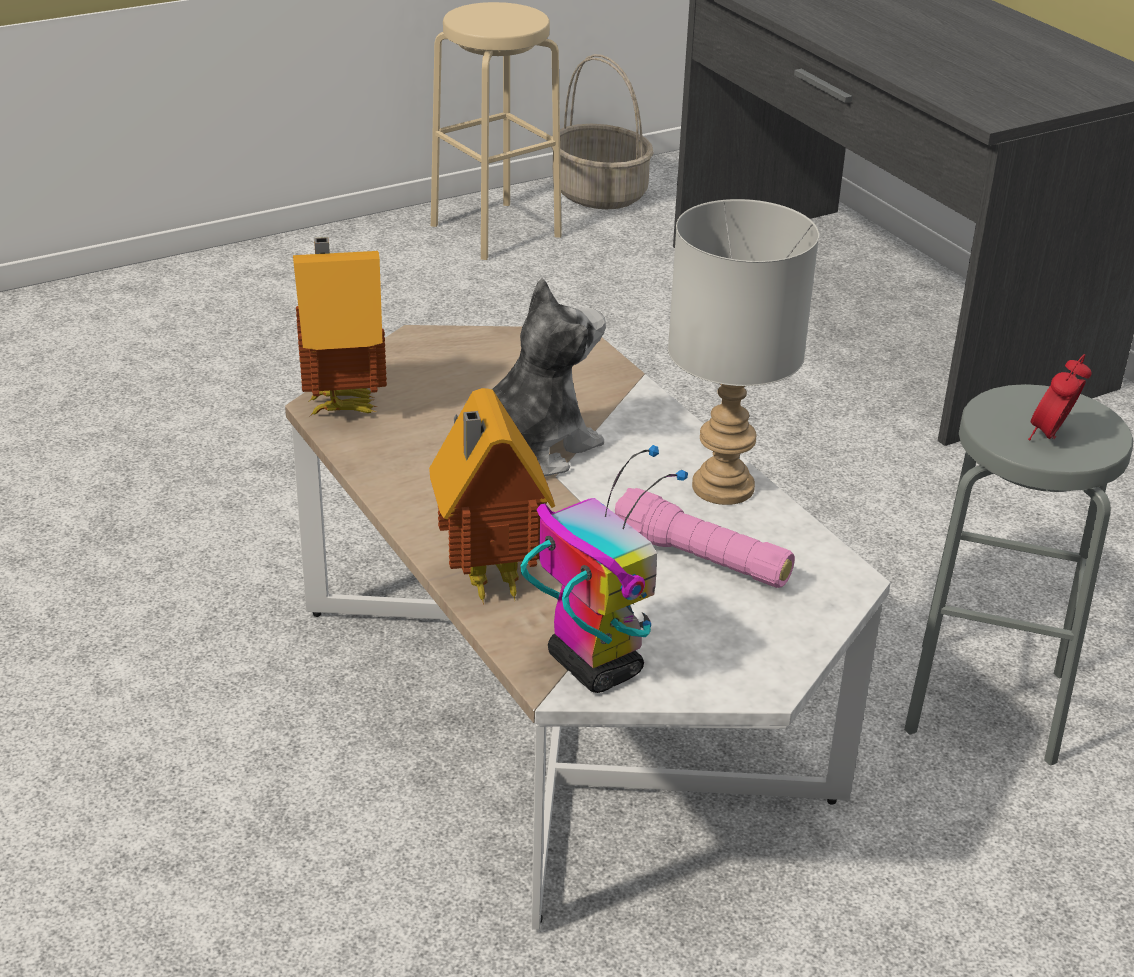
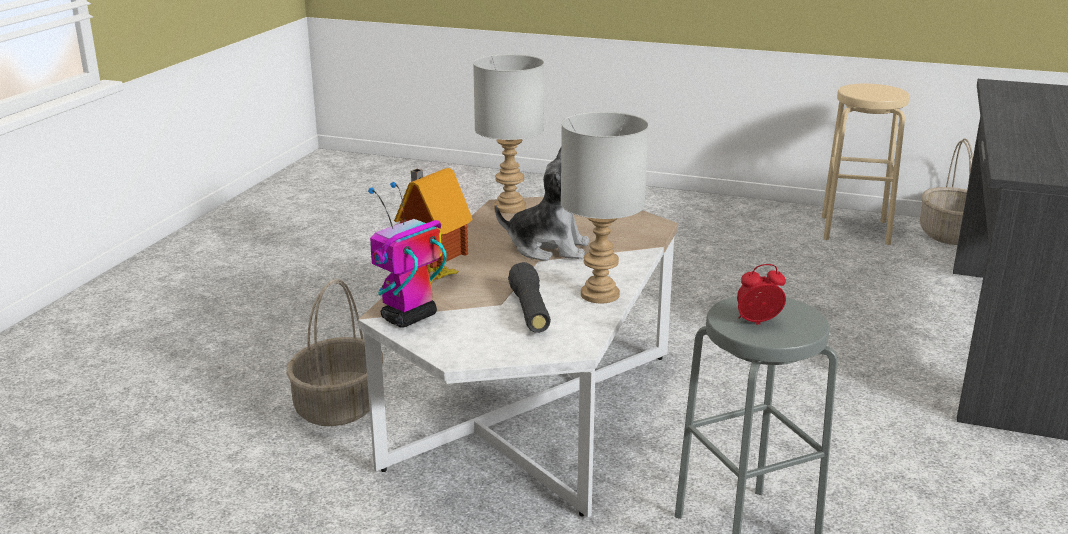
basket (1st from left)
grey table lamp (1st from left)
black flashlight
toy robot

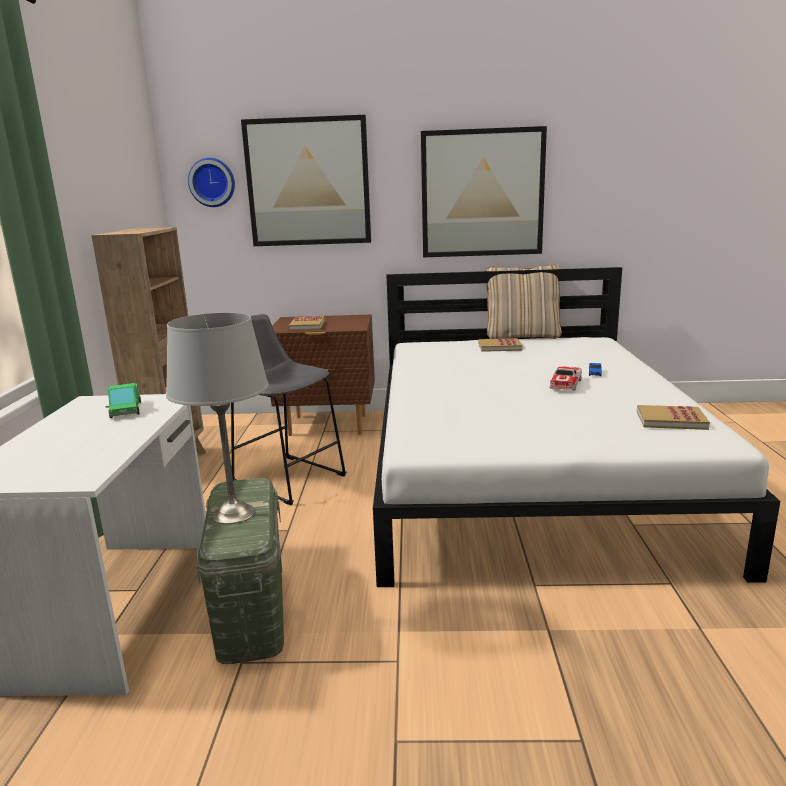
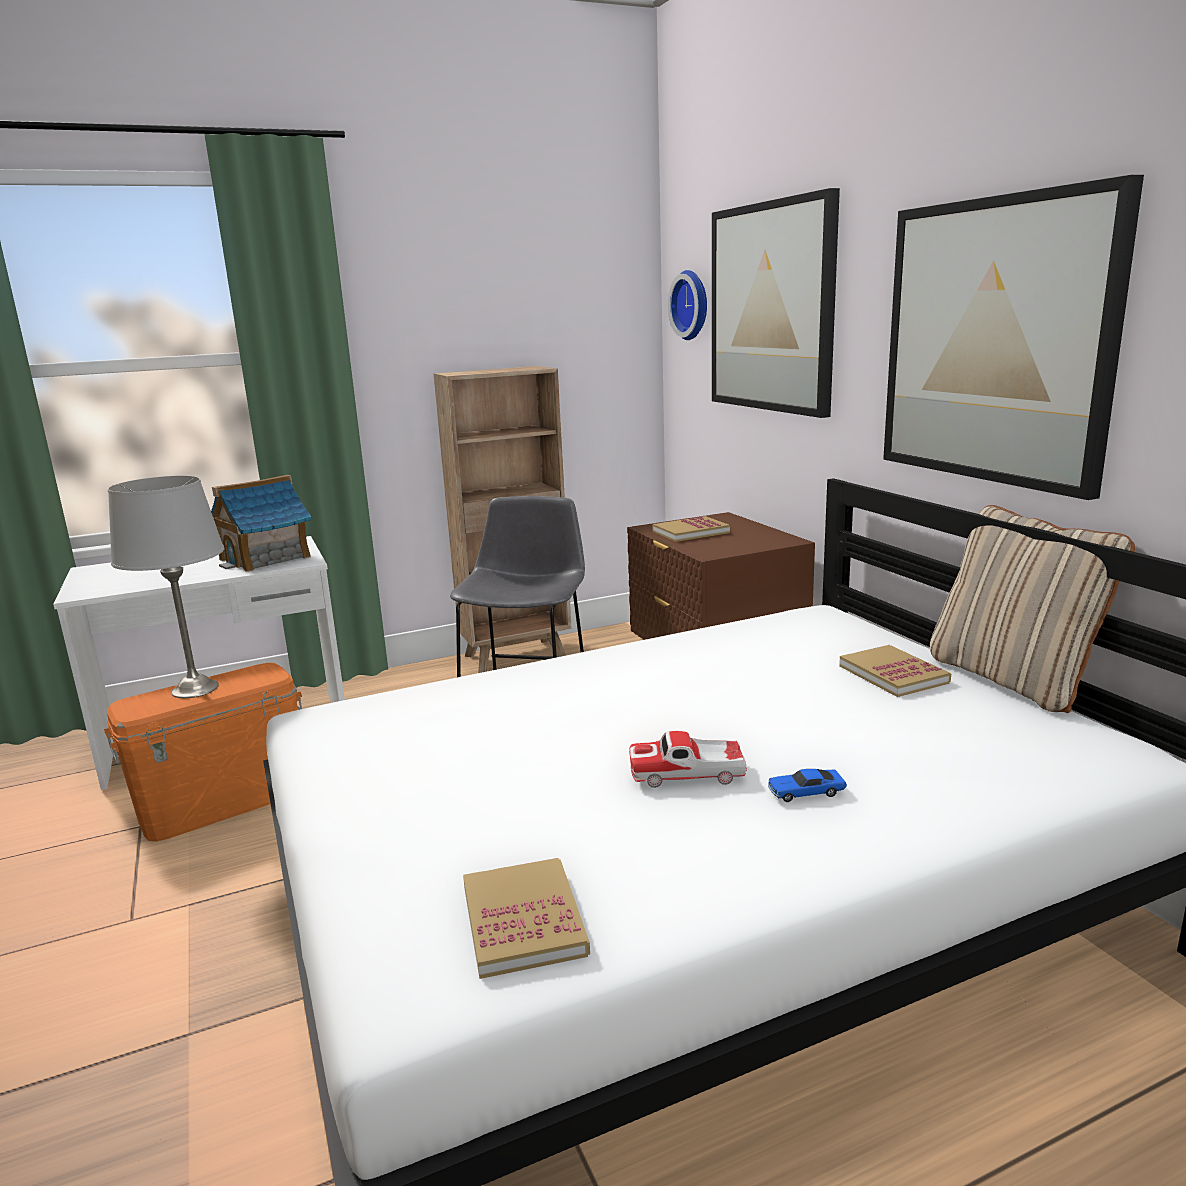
toy house
orange storage box

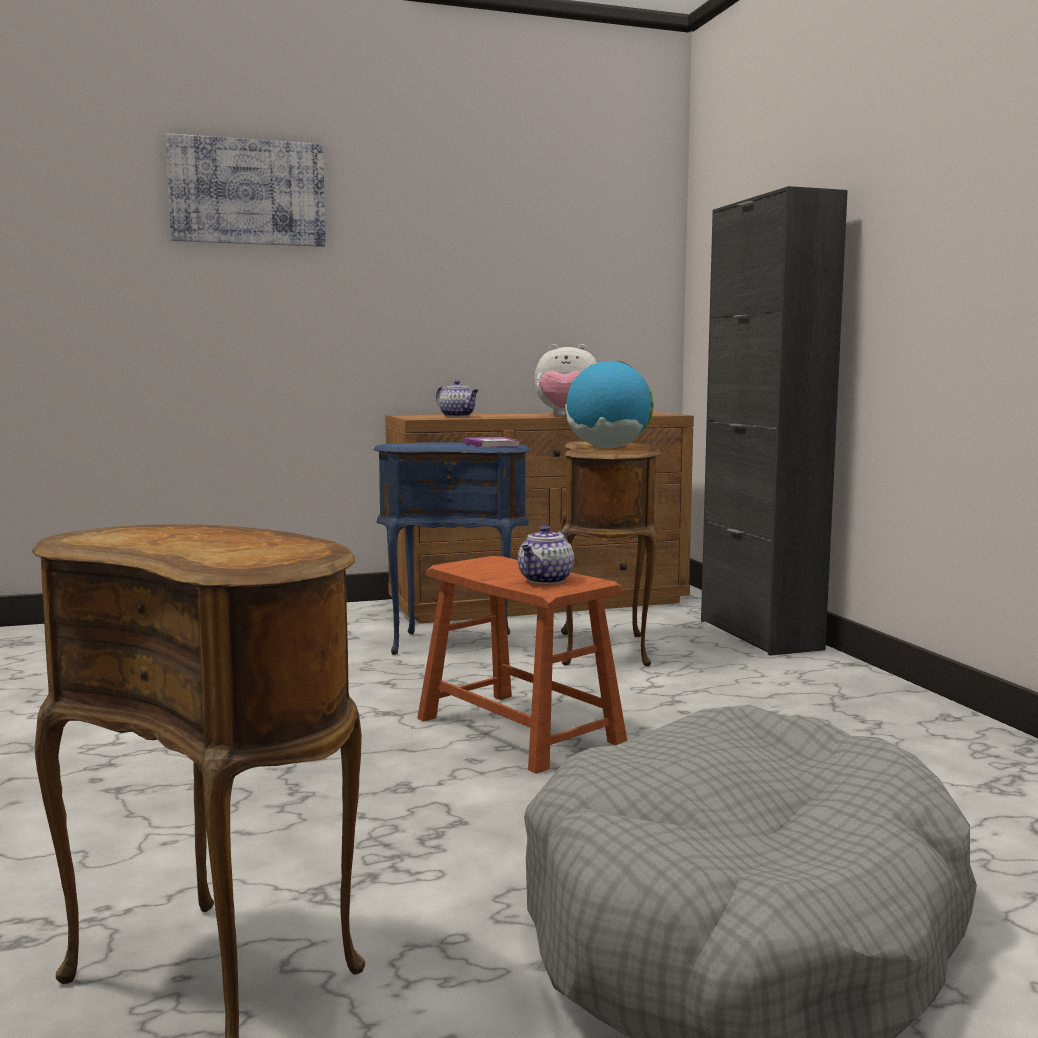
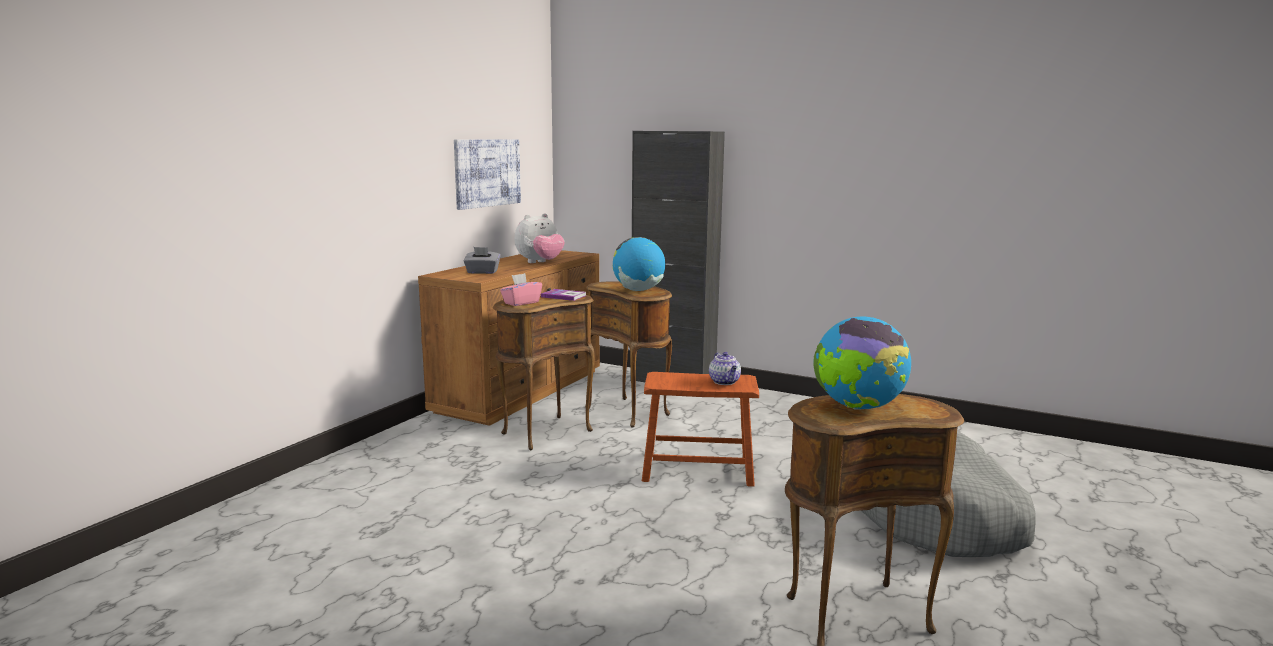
pink tissue box
globe (2nd from left)
picture
grey tissue box
brown side table (1st from left)

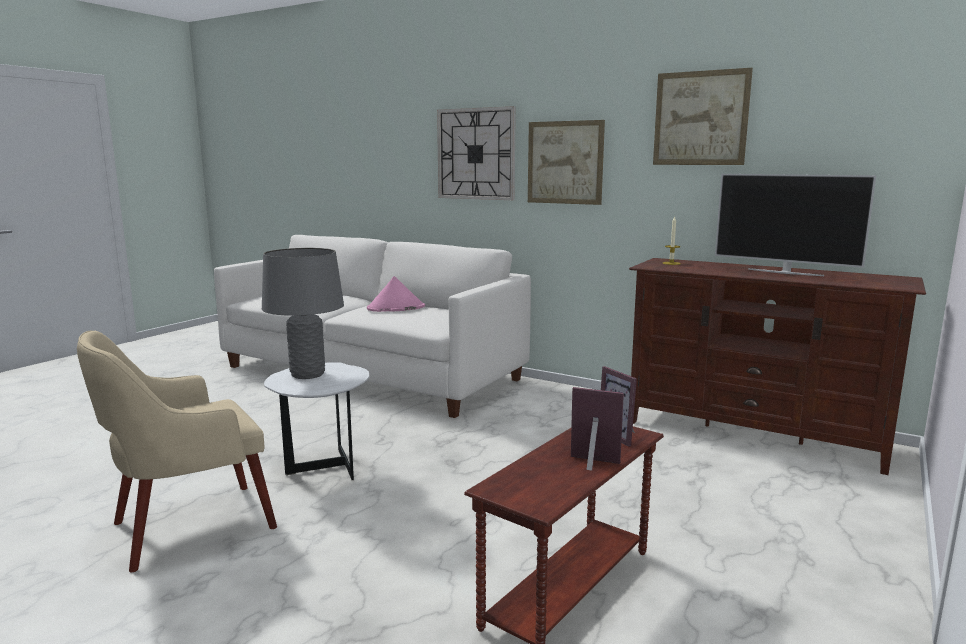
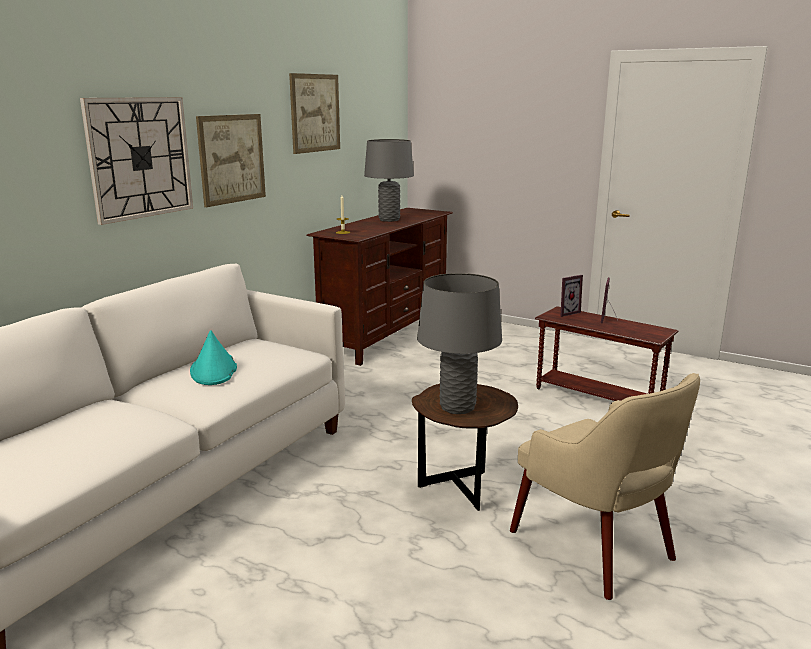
grey table lamp (1st from left)
brown side table (1st from left)
turquoise hat

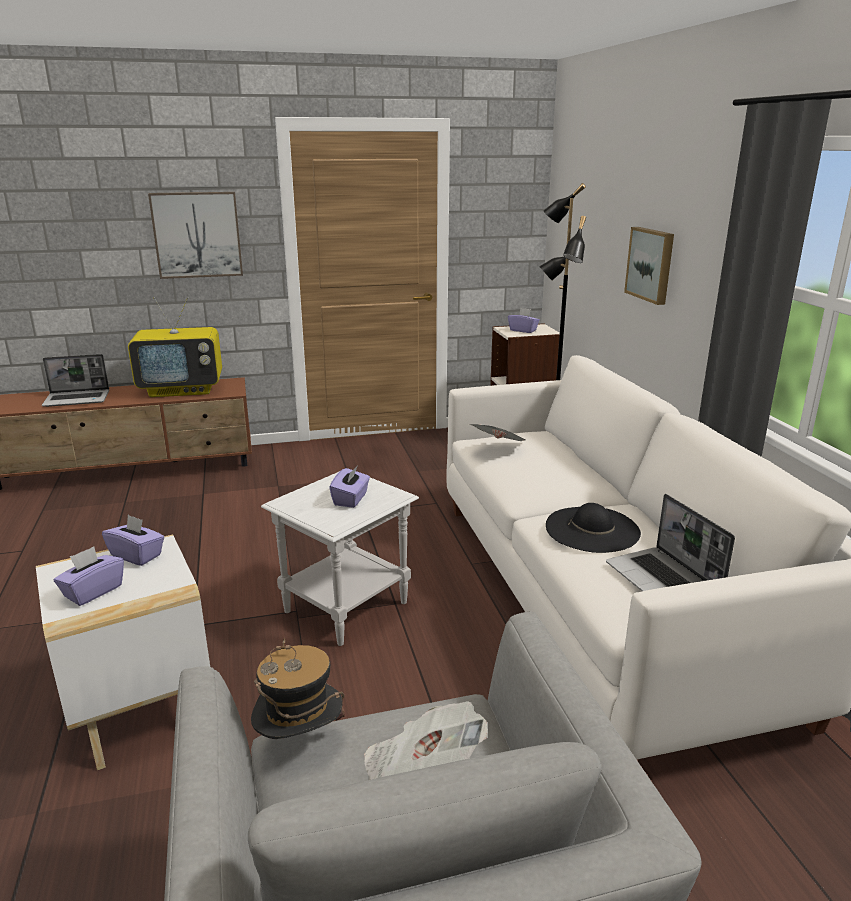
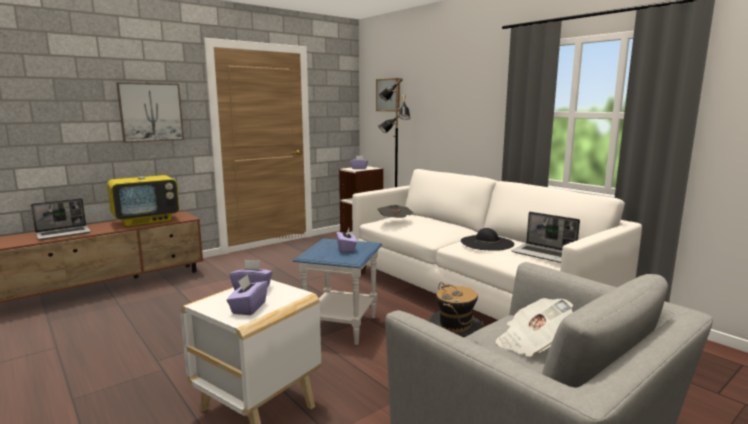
picture (2nd from left)
blue side table

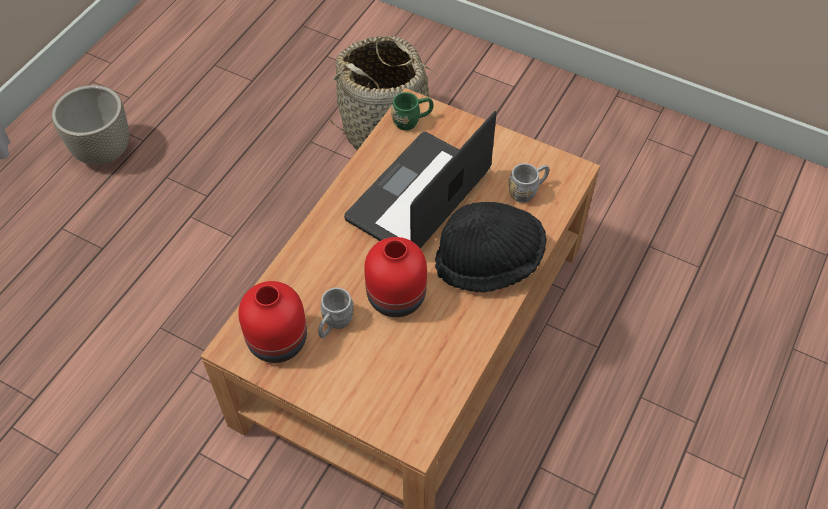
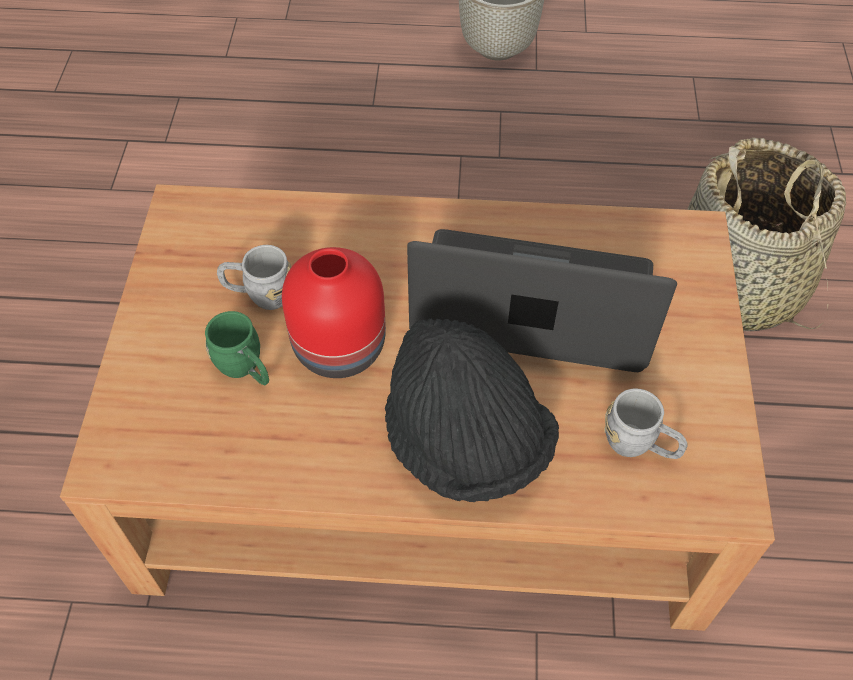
red vase (1st from left in the first image)
green mug

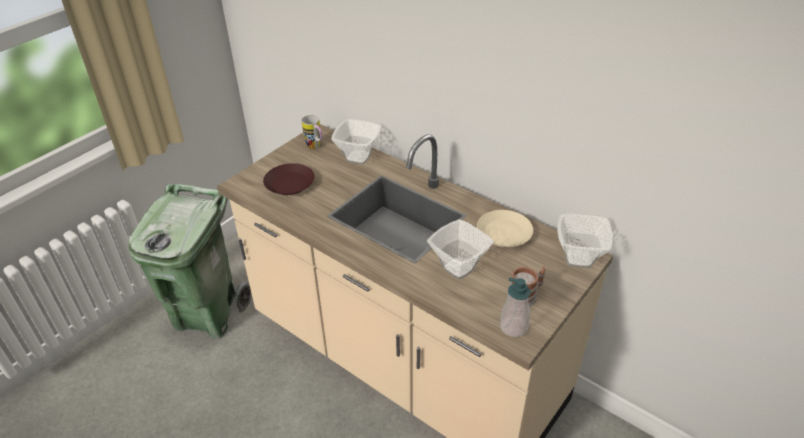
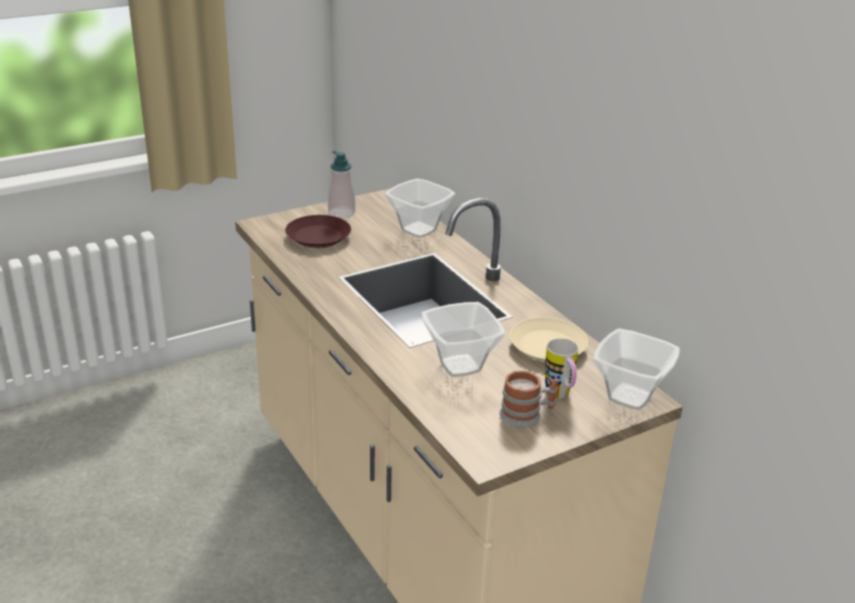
green trash can
mug (2nd from left)
soap dispenser

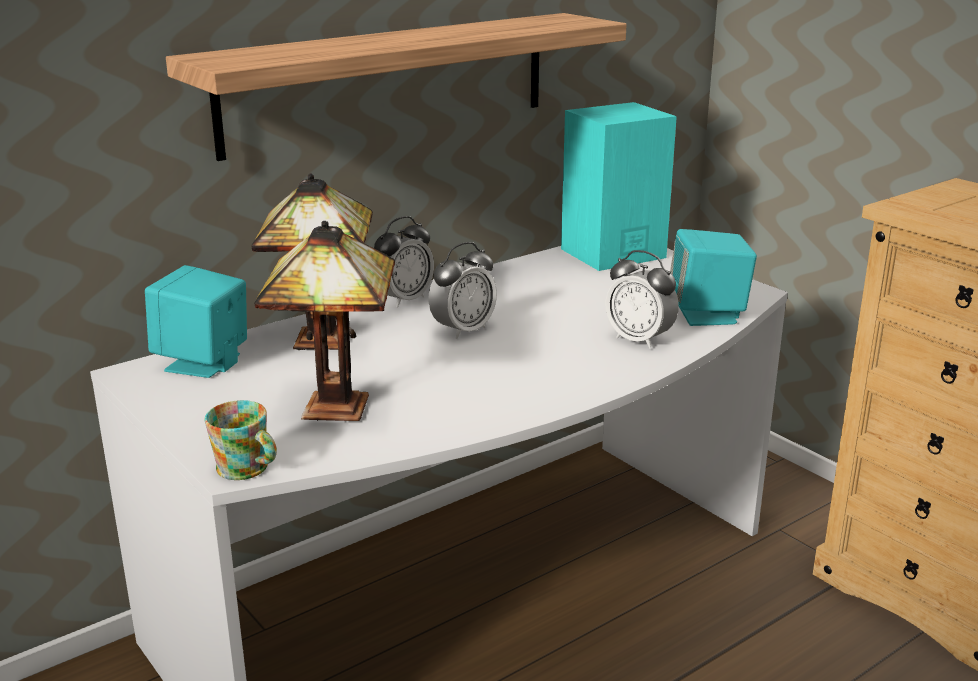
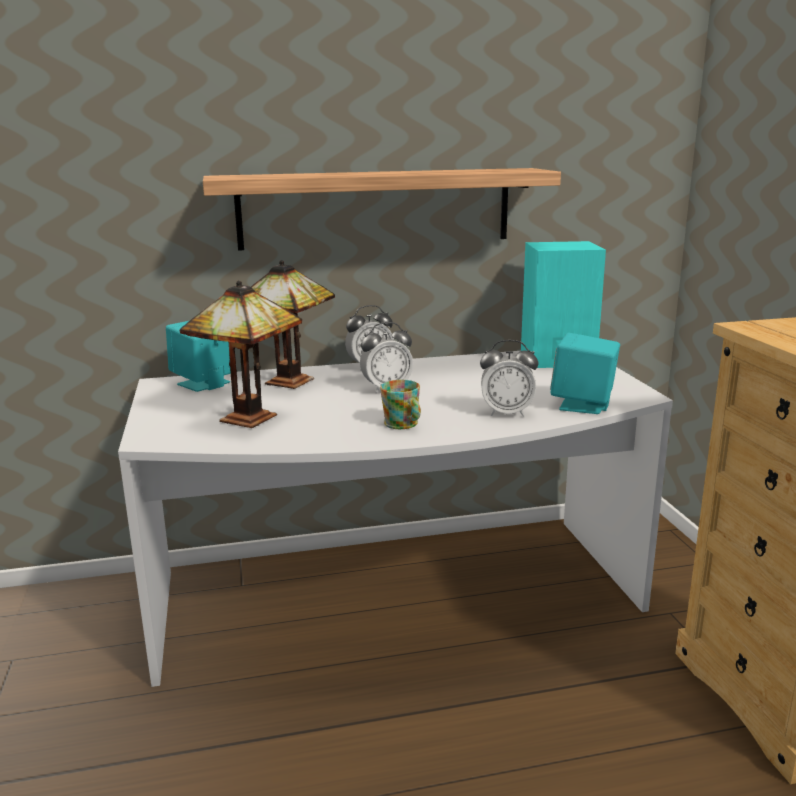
mug
alarm clock (3rd from left)

